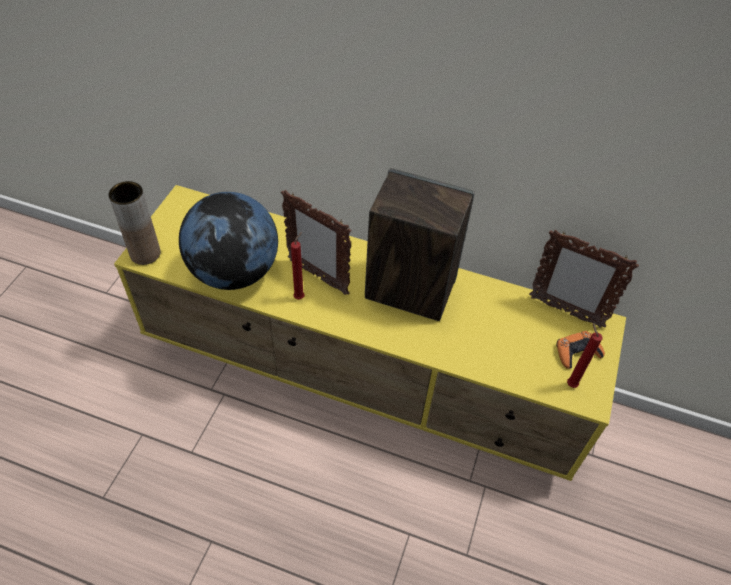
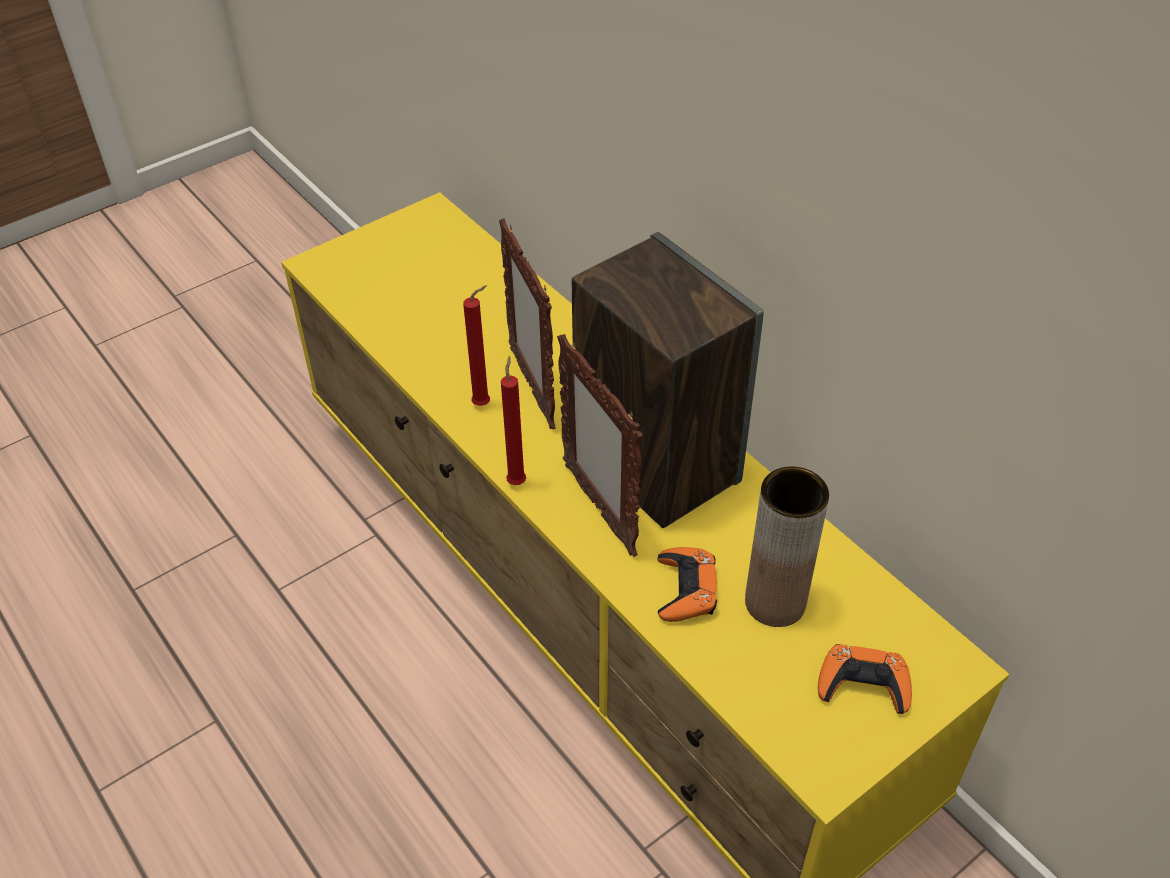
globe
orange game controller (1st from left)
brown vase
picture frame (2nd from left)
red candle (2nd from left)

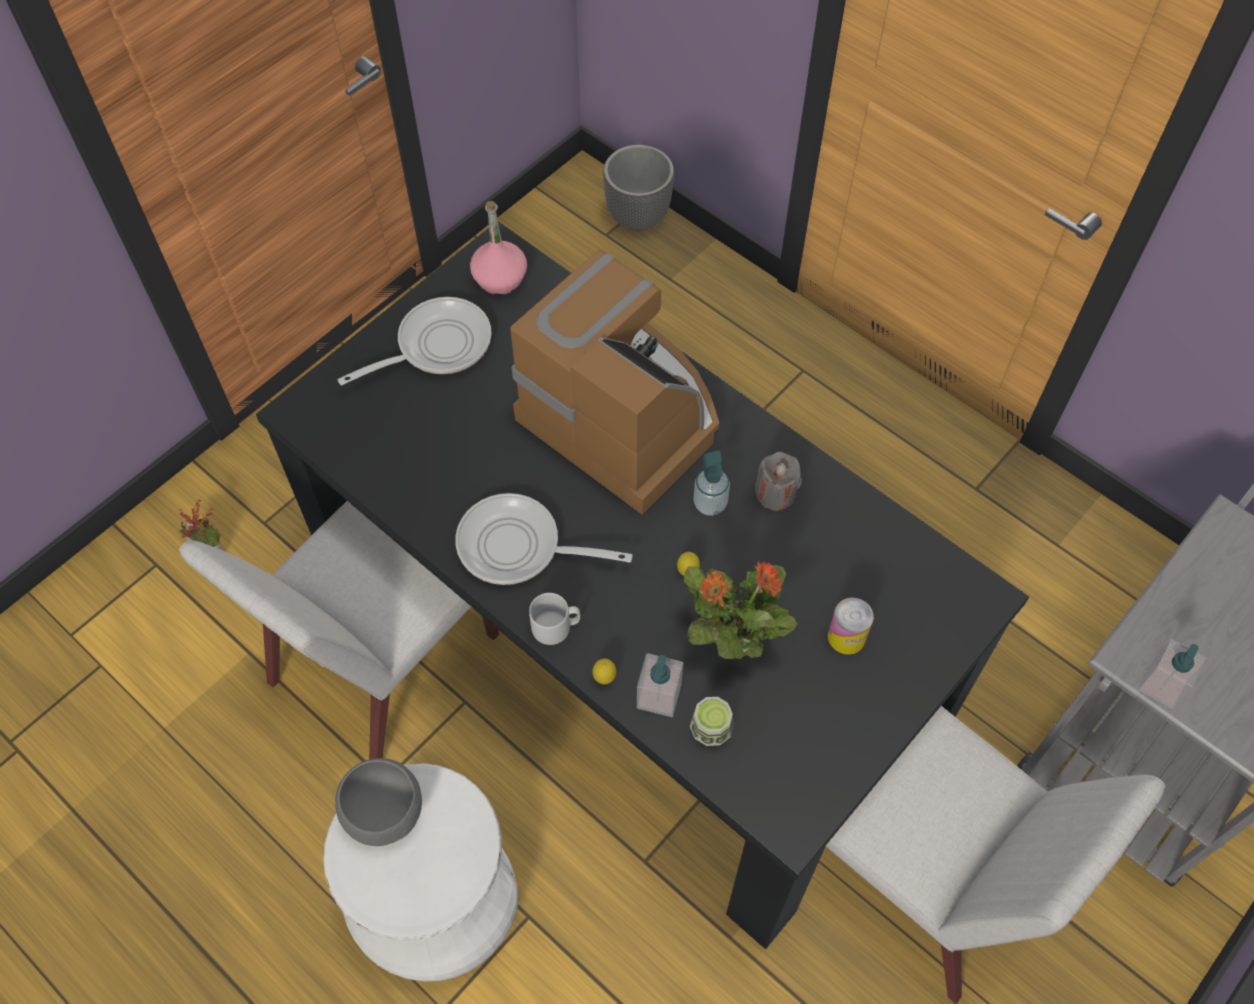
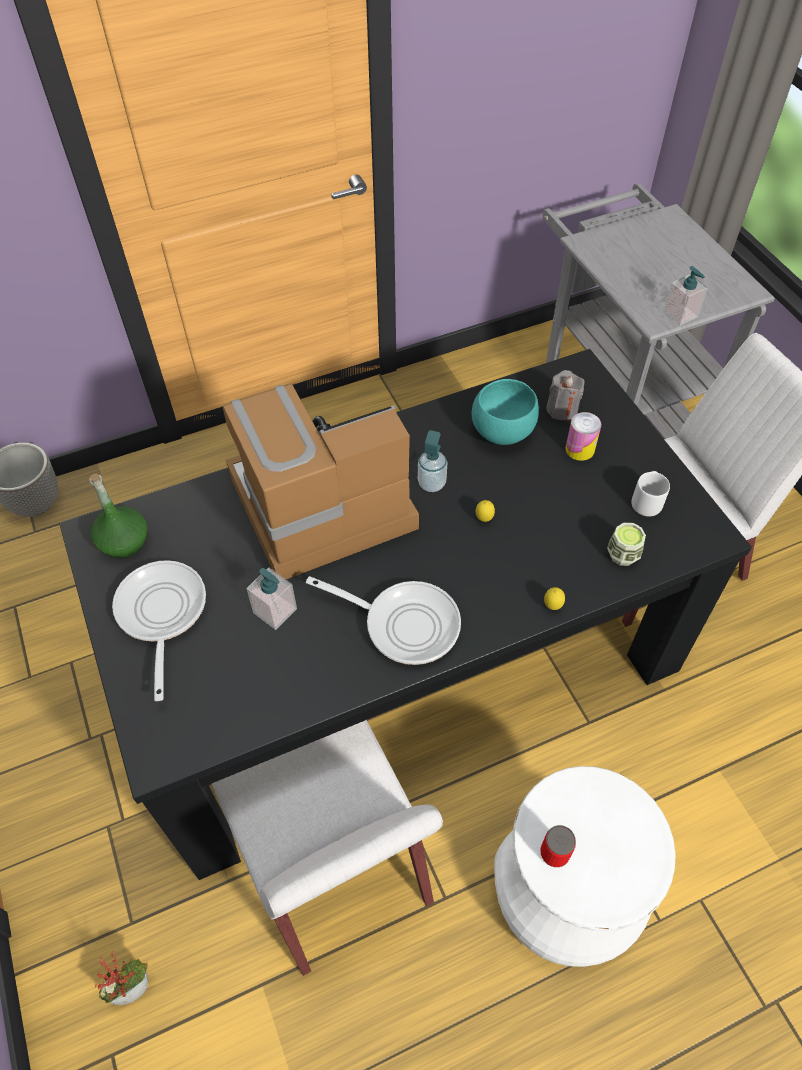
potted plant (2nd from left in the first image)
turquoise bowl
grey mug
soap dispenser (1st from left)
grey candle
can (1st from left)
green bottle
frying pan (2nd from left)

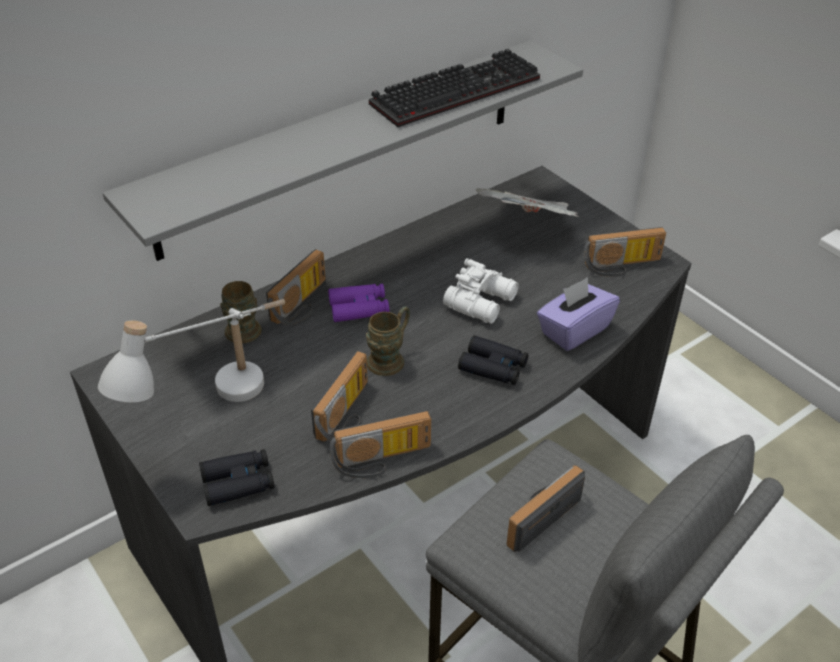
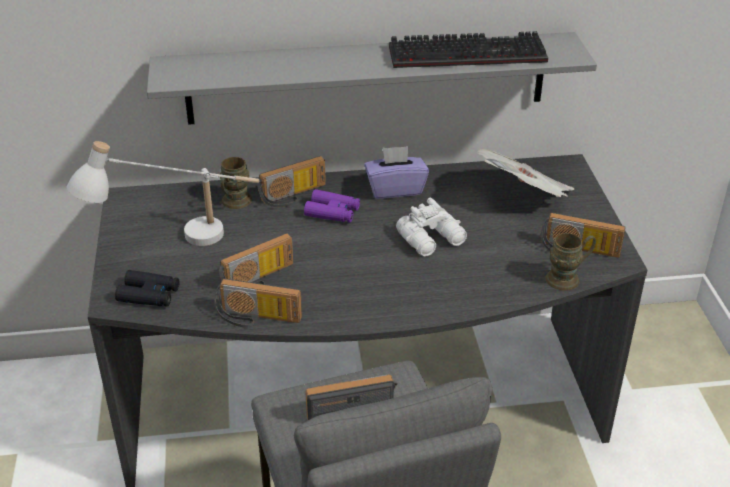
black binoculars (2nd from left in the first image)
brown mug (2nd from left)
purple tissue box

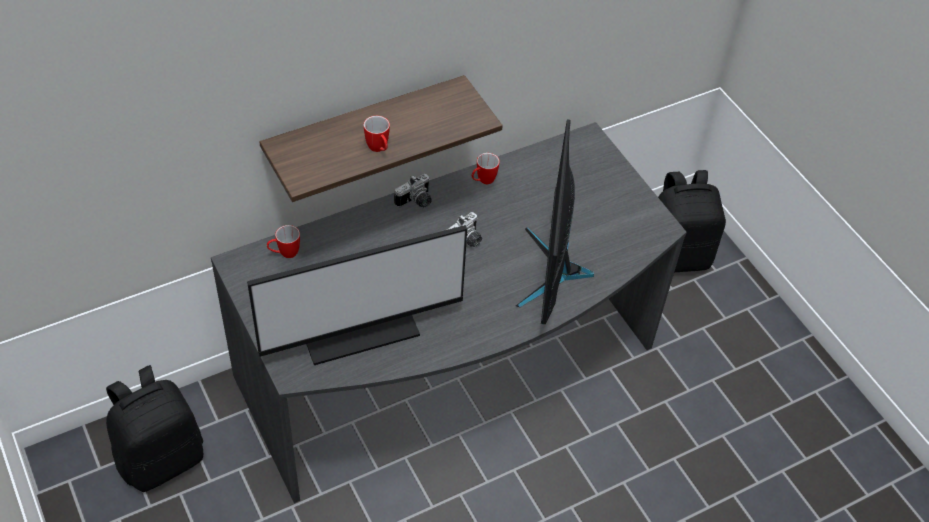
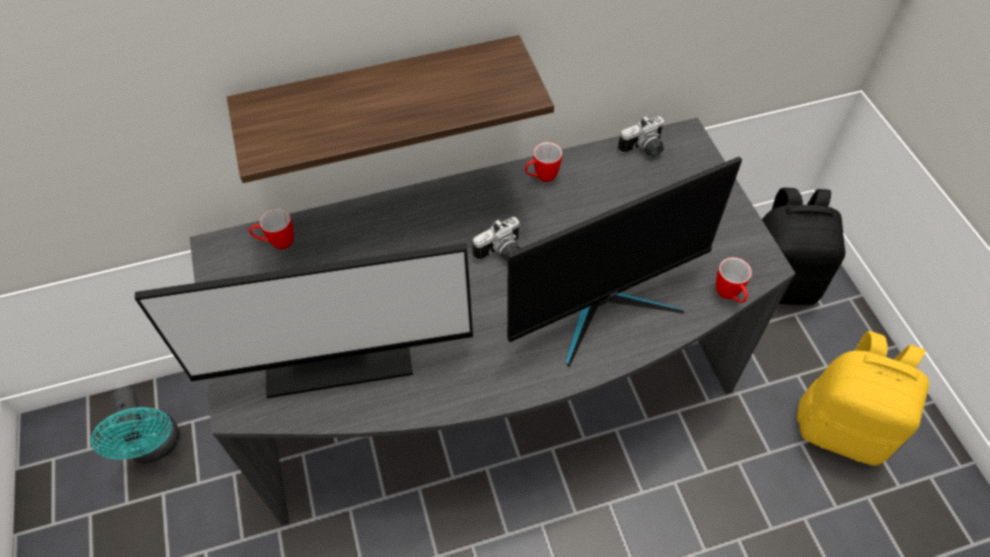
yellow backpack
mug (3rd from left)
photo camera (2nd from left)
turquoise fan
monitor (2nd from left)

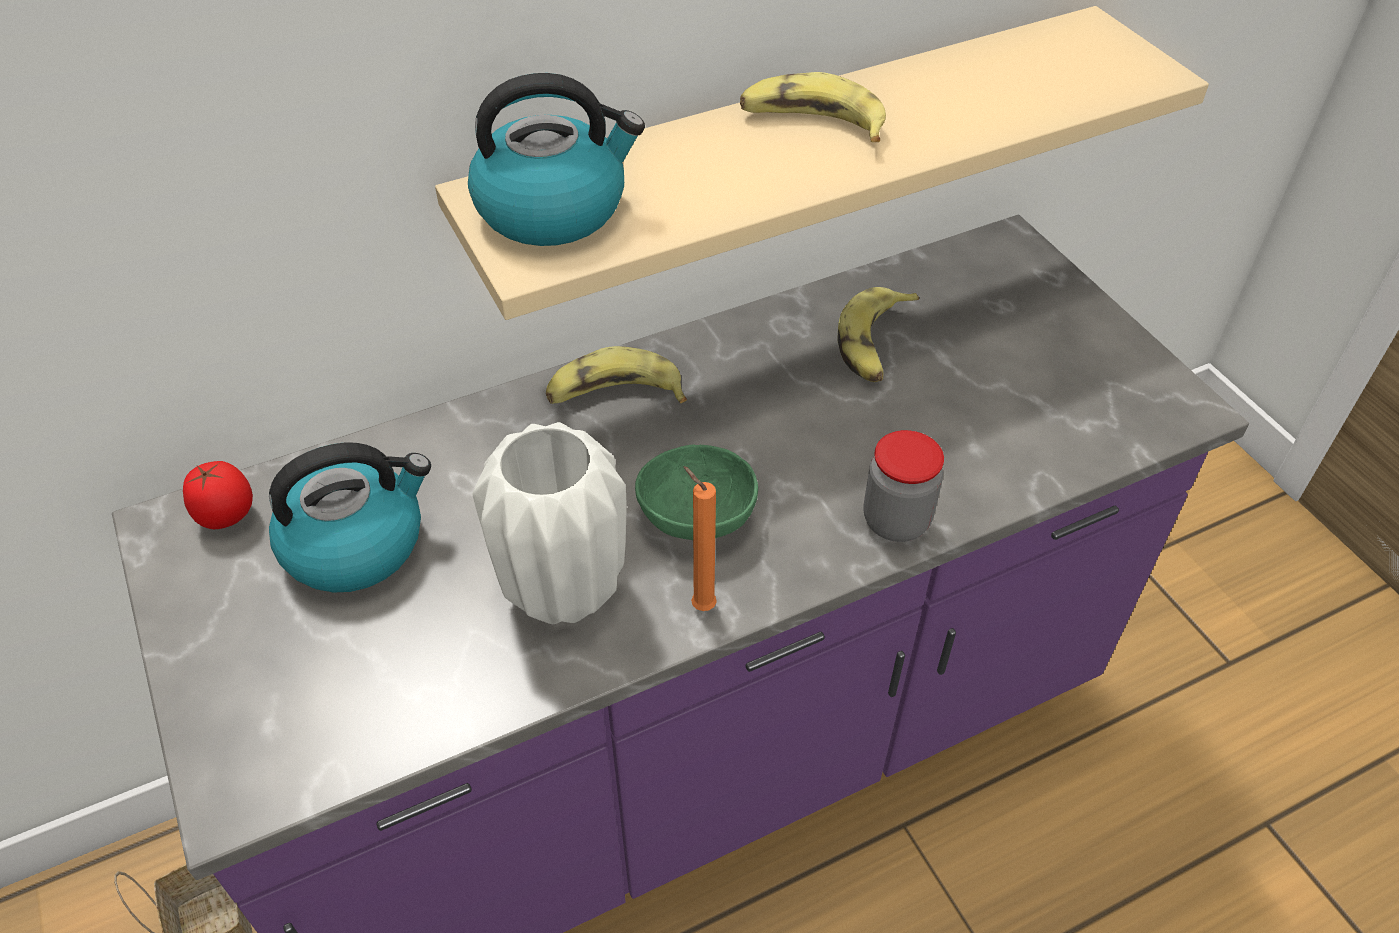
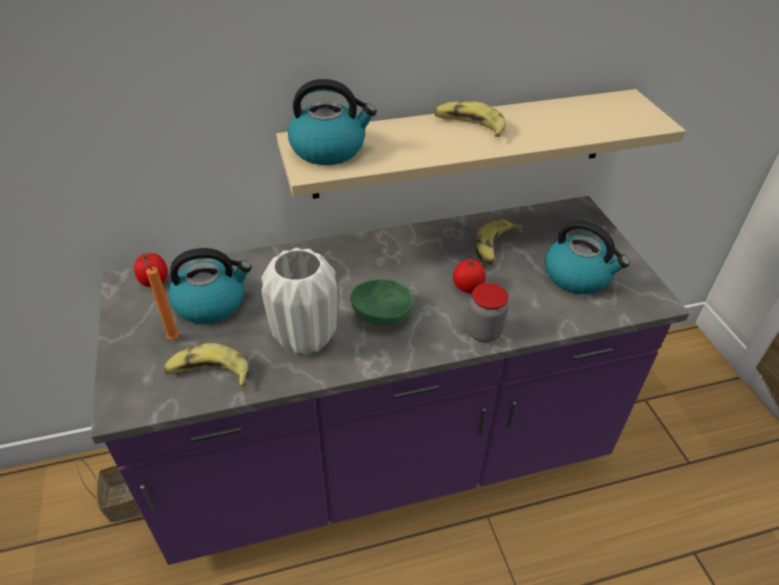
tomato (2nd from left)
kettle (3rd from left)
banana (1st from left)
orange candle

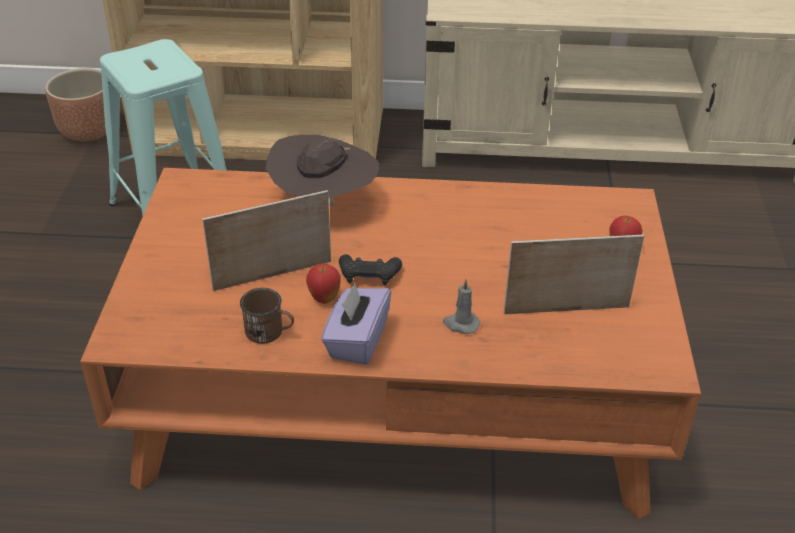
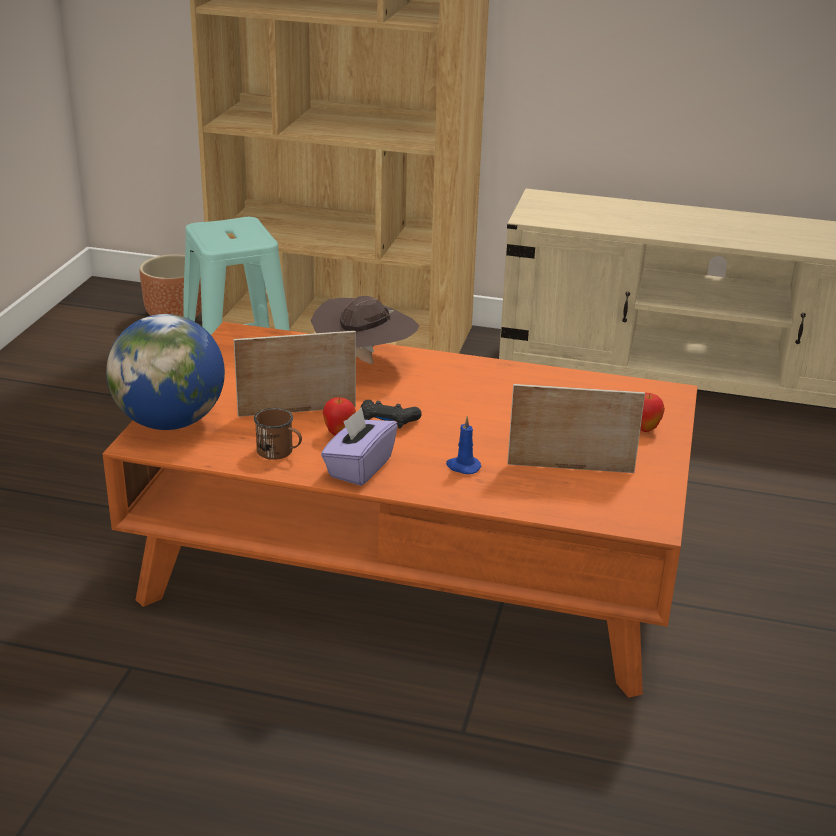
globe
blue candle

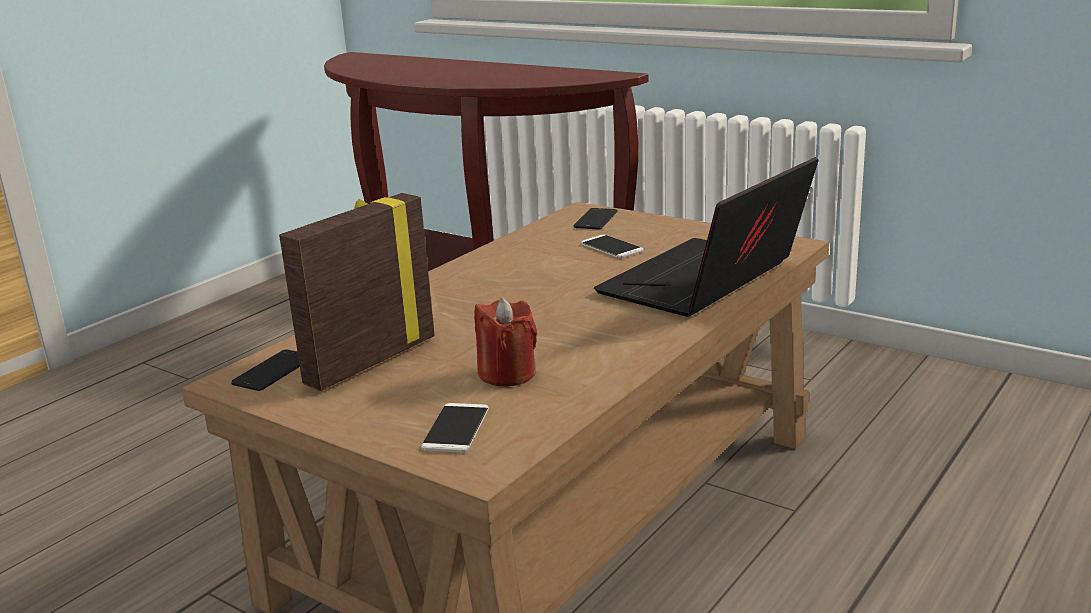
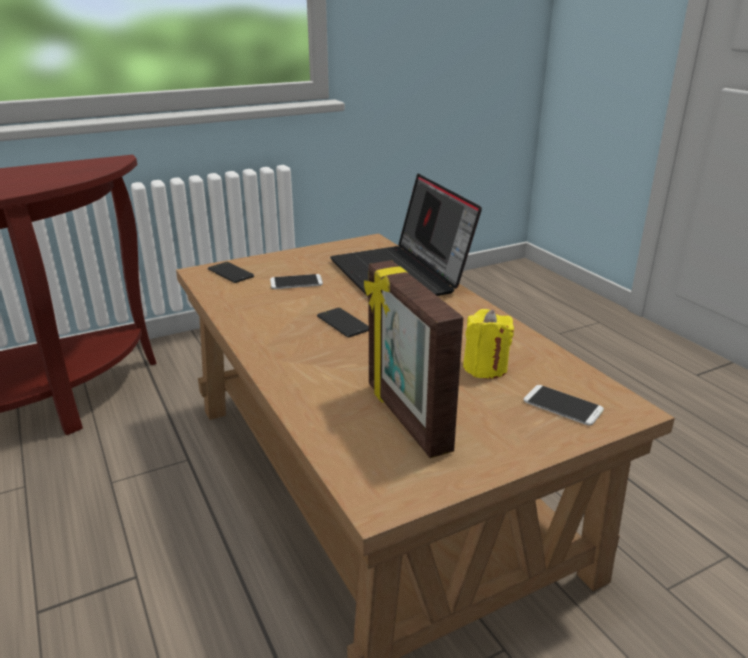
phone (3rd from left)
yellow candle

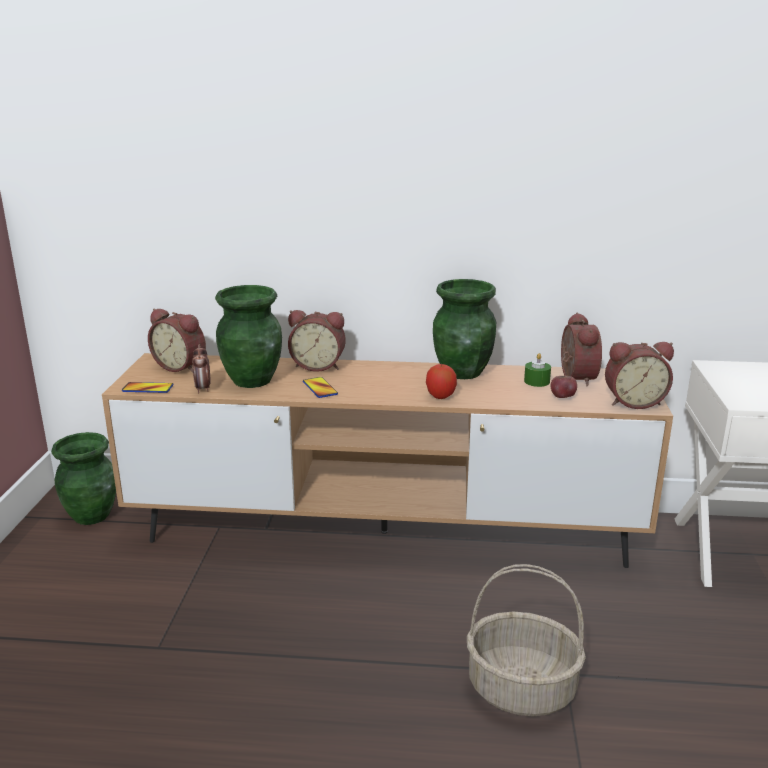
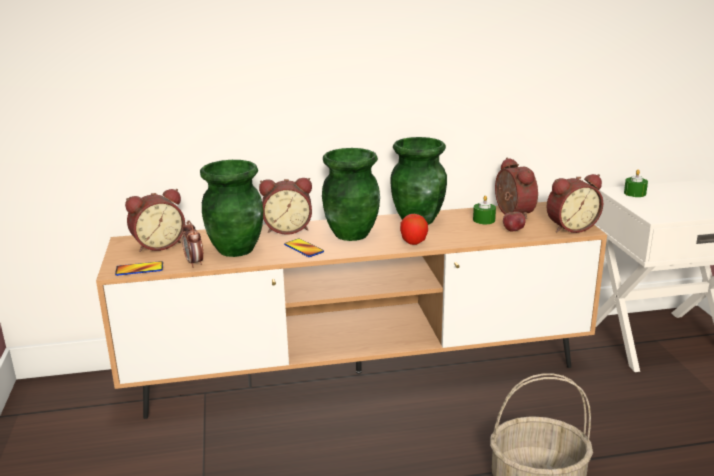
green candle (2nd from left)
green vase (2nd from left)
alarm clock (1st from left)

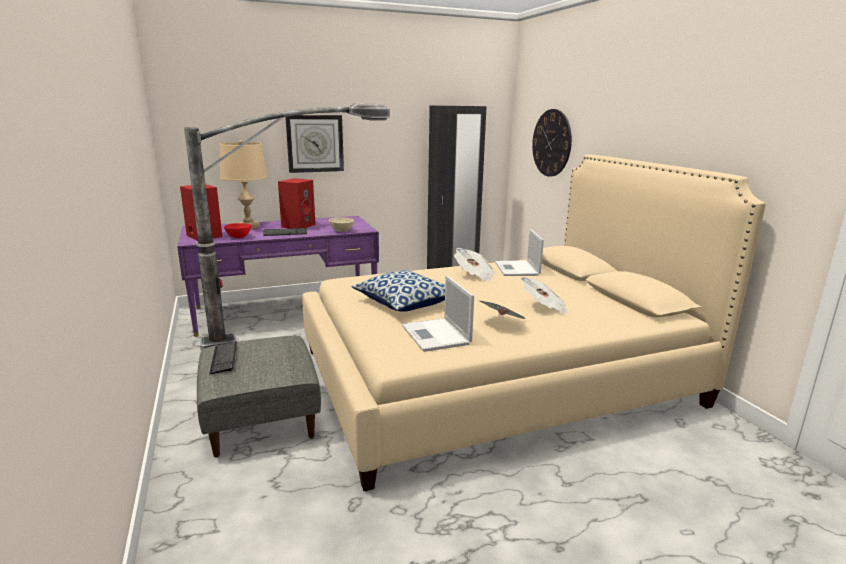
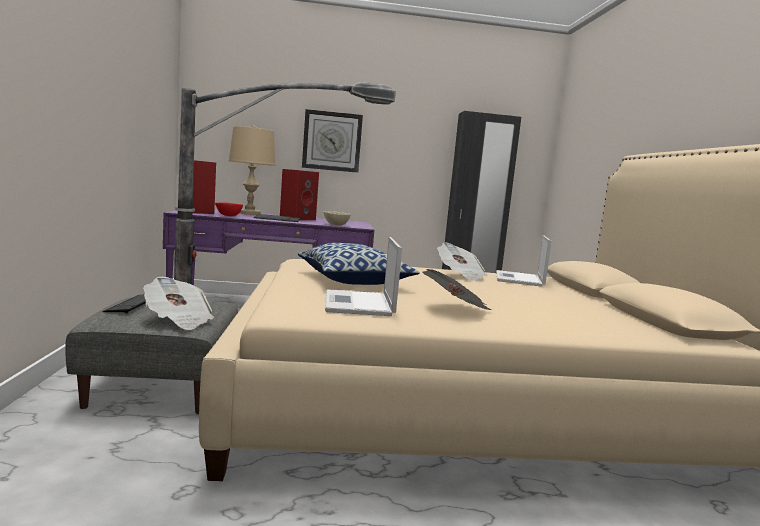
wall clock (2nd from left in the first image)
newspaper (1st from left)

